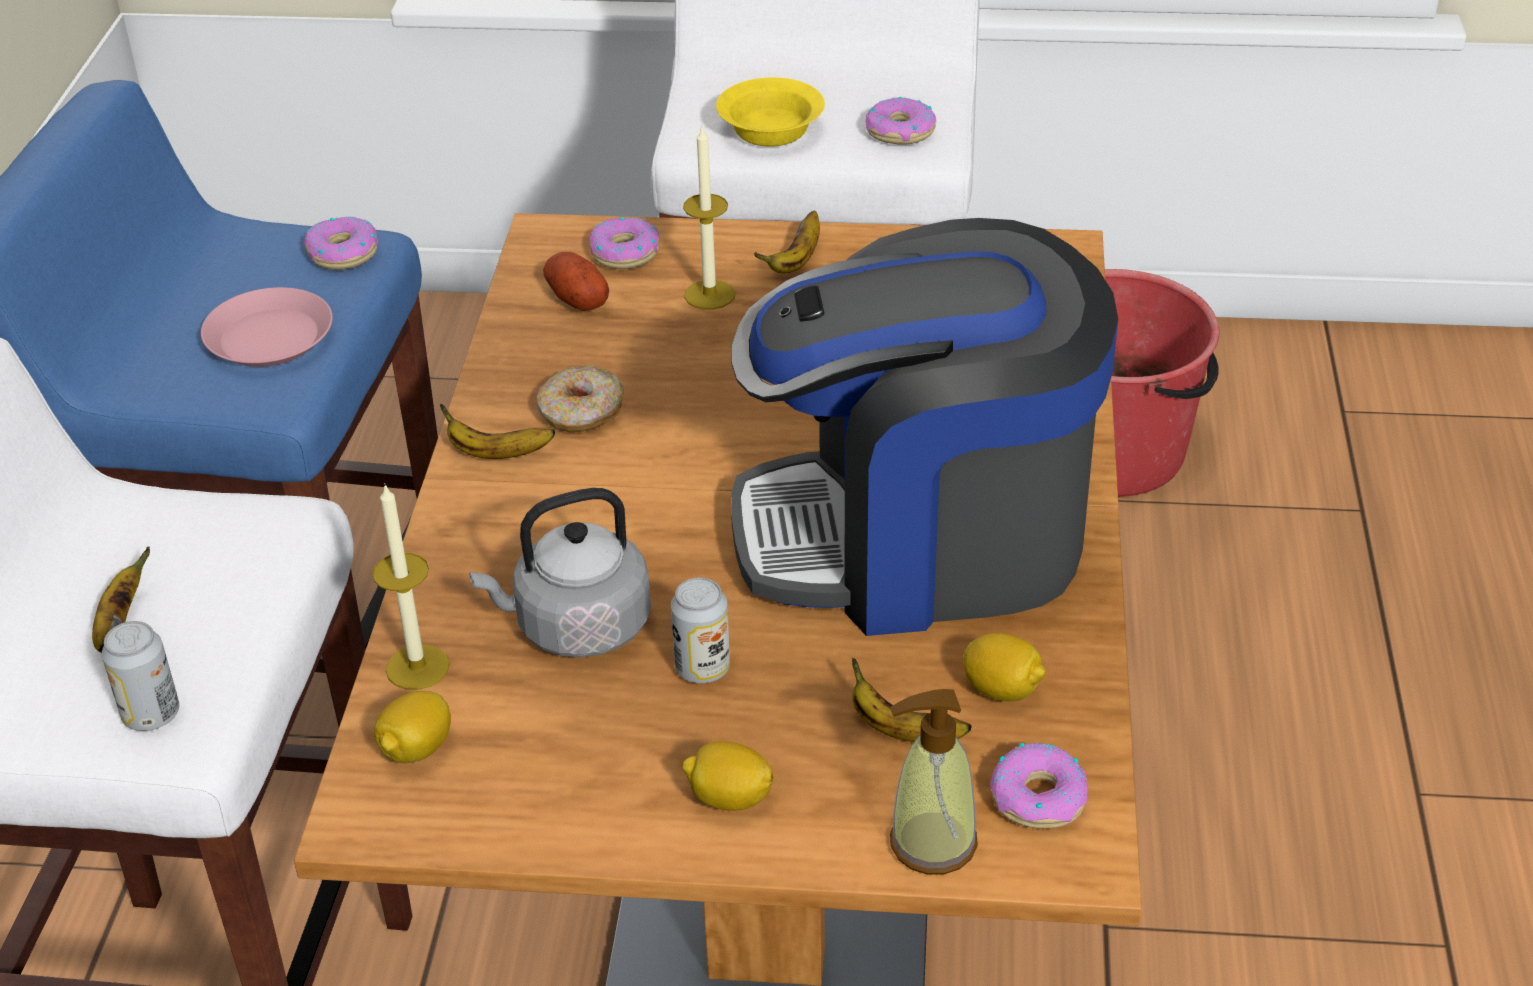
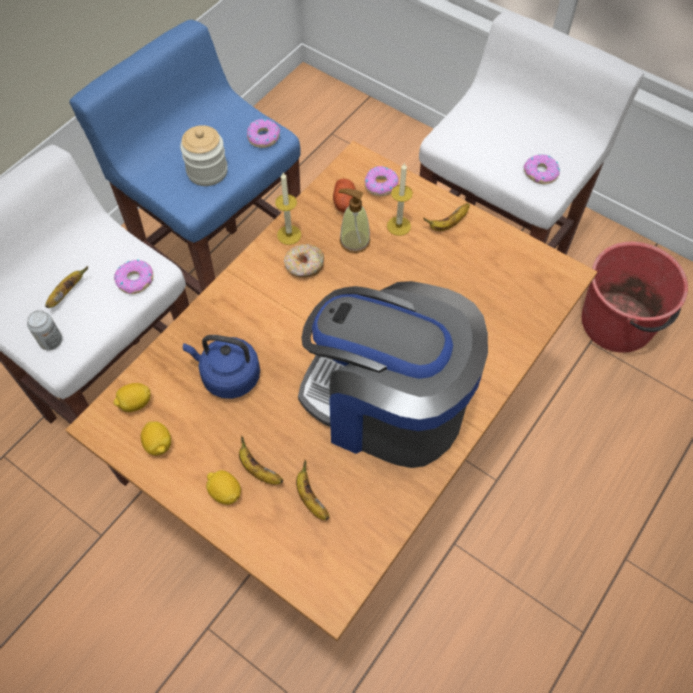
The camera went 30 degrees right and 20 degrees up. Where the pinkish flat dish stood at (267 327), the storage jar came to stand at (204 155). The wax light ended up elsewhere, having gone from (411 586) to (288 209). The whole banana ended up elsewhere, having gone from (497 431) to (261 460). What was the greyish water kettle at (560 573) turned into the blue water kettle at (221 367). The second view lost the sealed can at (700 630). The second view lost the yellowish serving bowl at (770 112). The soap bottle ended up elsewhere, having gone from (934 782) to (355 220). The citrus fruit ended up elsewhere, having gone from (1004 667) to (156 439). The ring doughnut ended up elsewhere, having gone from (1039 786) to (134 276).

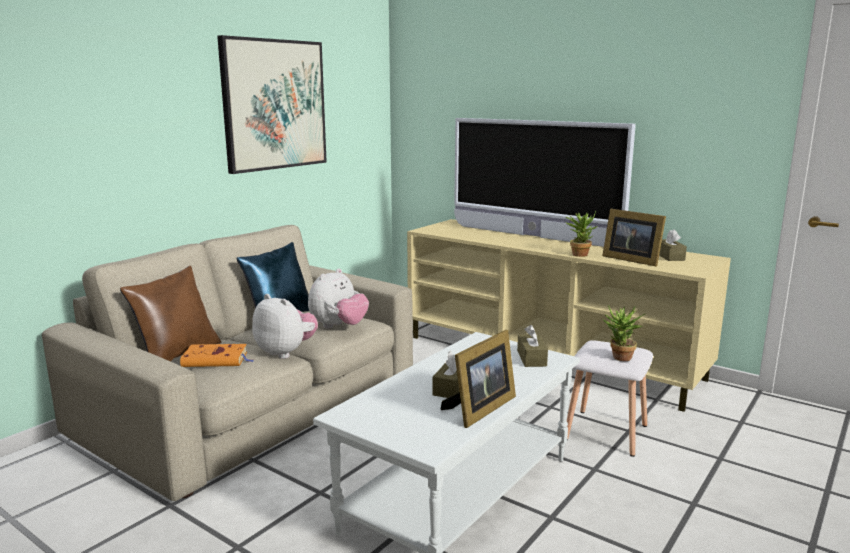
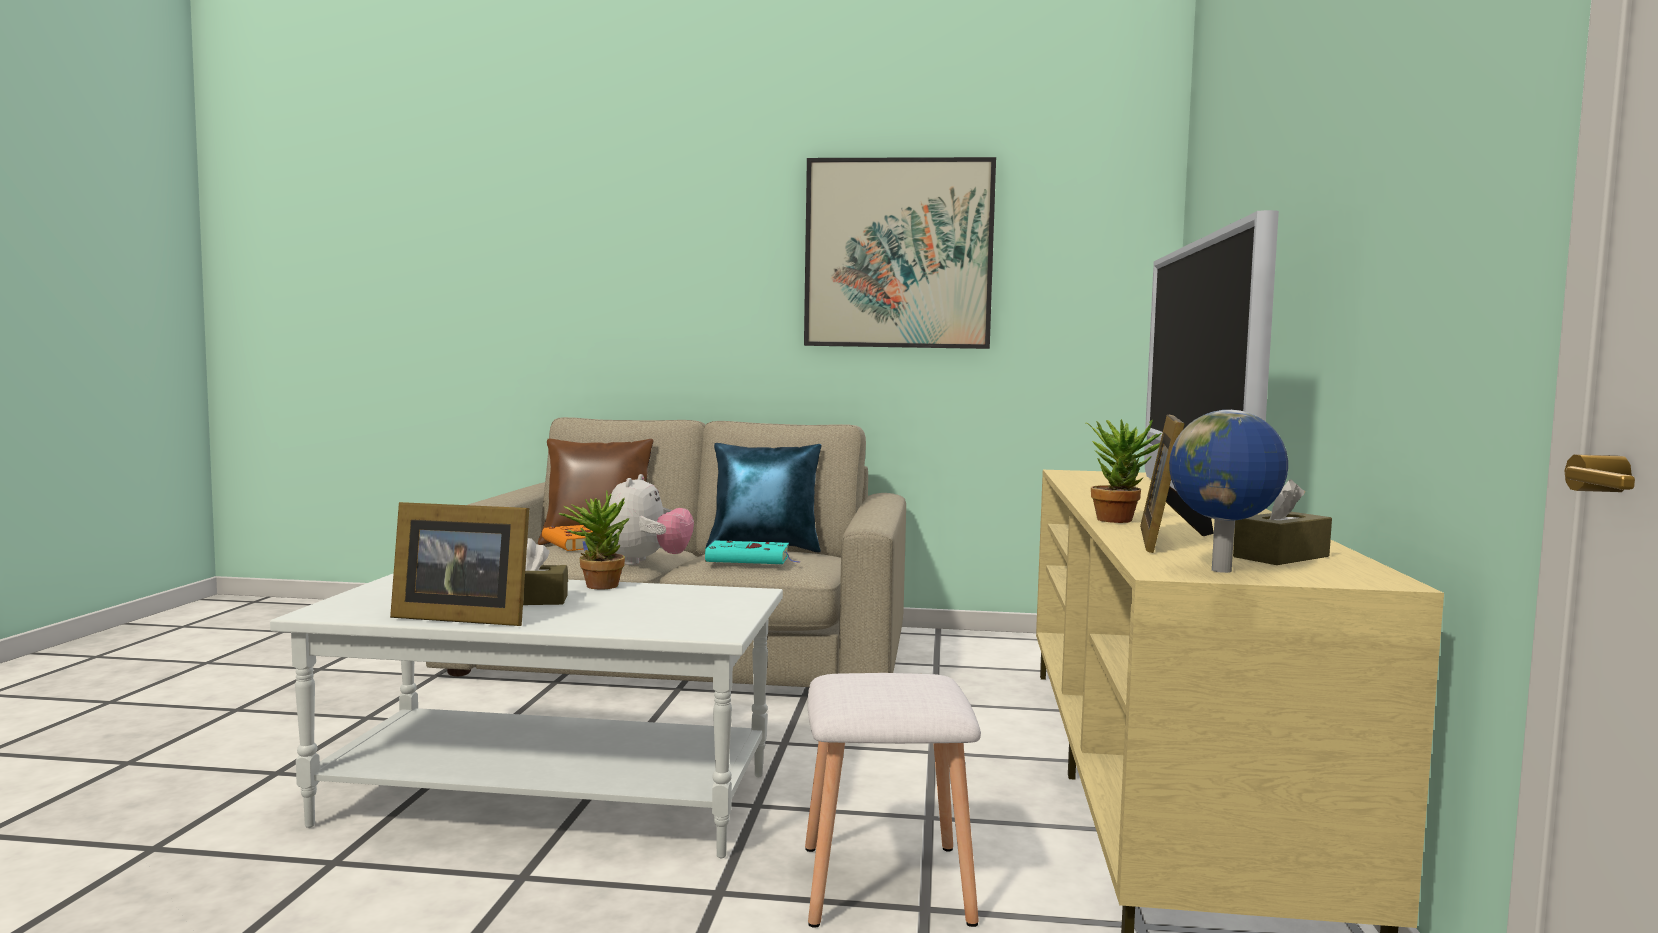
The camera went 60 degrees right and 10 degrees down. Where the cuddly toy stood at (338 298), the turquoise-coloured volume came to stand at (753 552). The second view lost the brown box of tissues at (532 346). The plant in a pot ended up elsewhere, having gone from (623 333) to (594 540). The second view gained the desk globe at (1228 491).

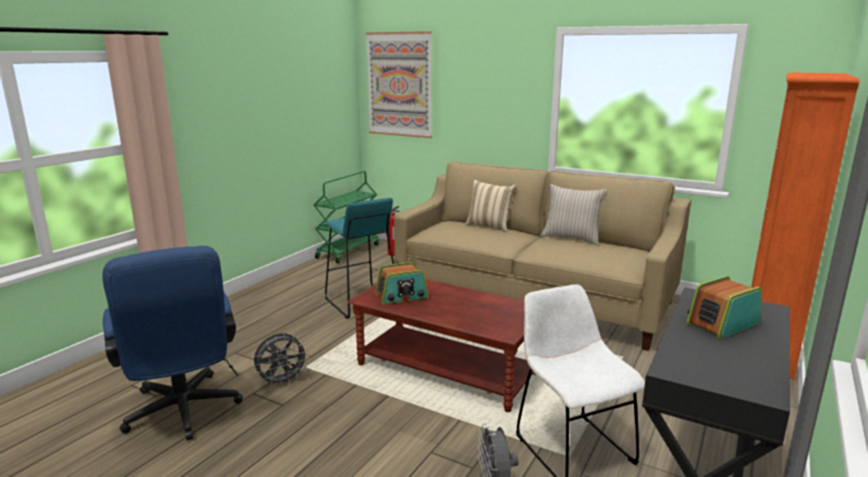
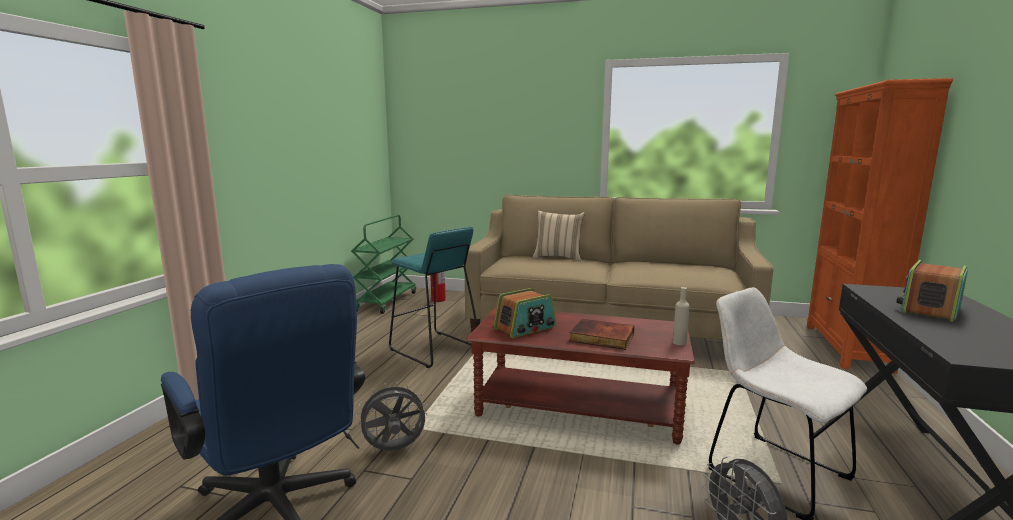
The camera went 15 degrees left and 5 degrees down. The greyish cooling fan at (281 360) ended up facing another way, 150 degrees counterclockwise from before. The second view lost the wall picture at (399 84). The second view lost the sand-coloured pillow at (574 214). The second view gained the volume at (601 334). The second view gained the sand-coloured beverage bottle at (681 316).

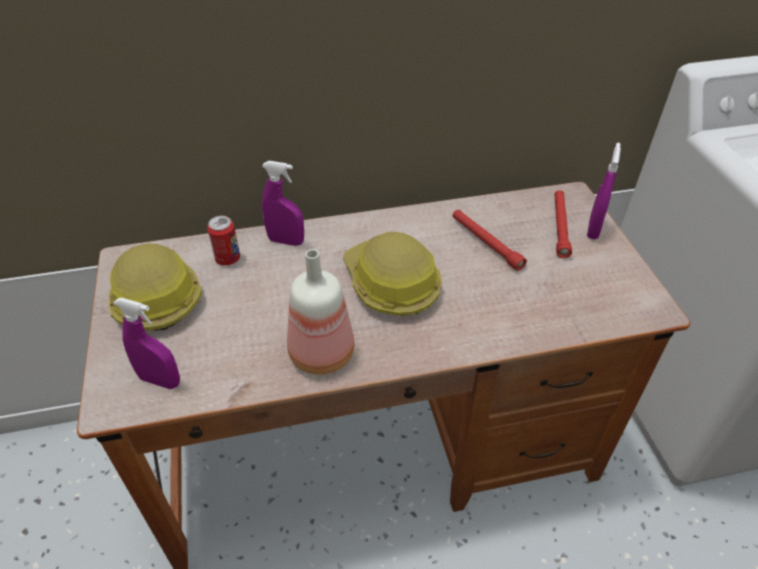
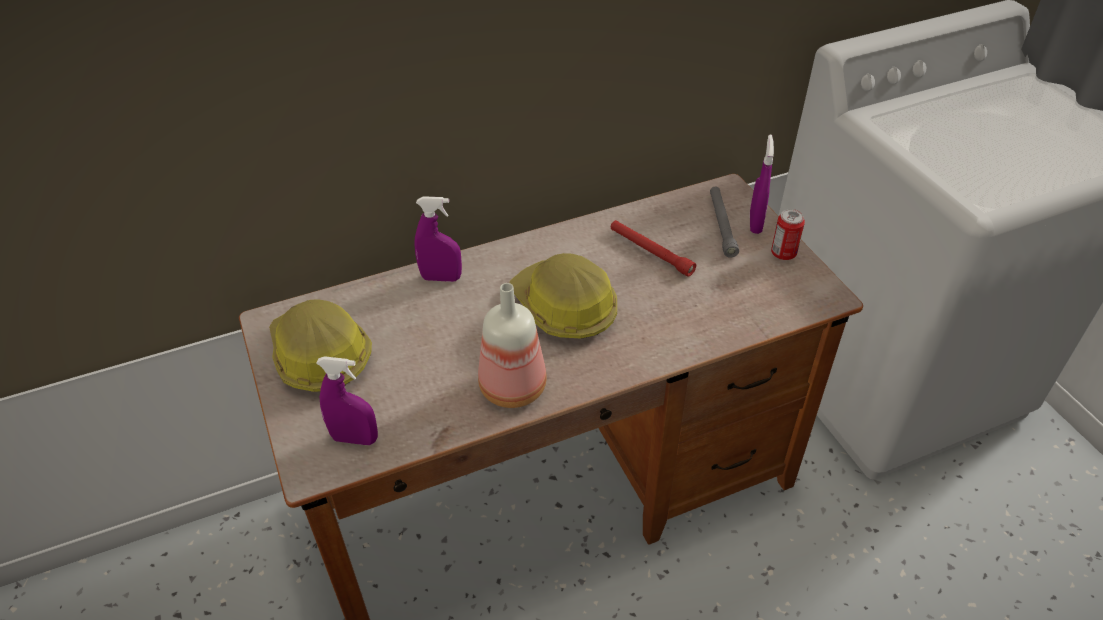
The camera went 10 degrees left and 0 degrees up. The sealed can ended up elsewhere, having gone from (223 240) to (788 234). What was the red hand torch at (563 224) turned into the greyish hand torch at (724 222).

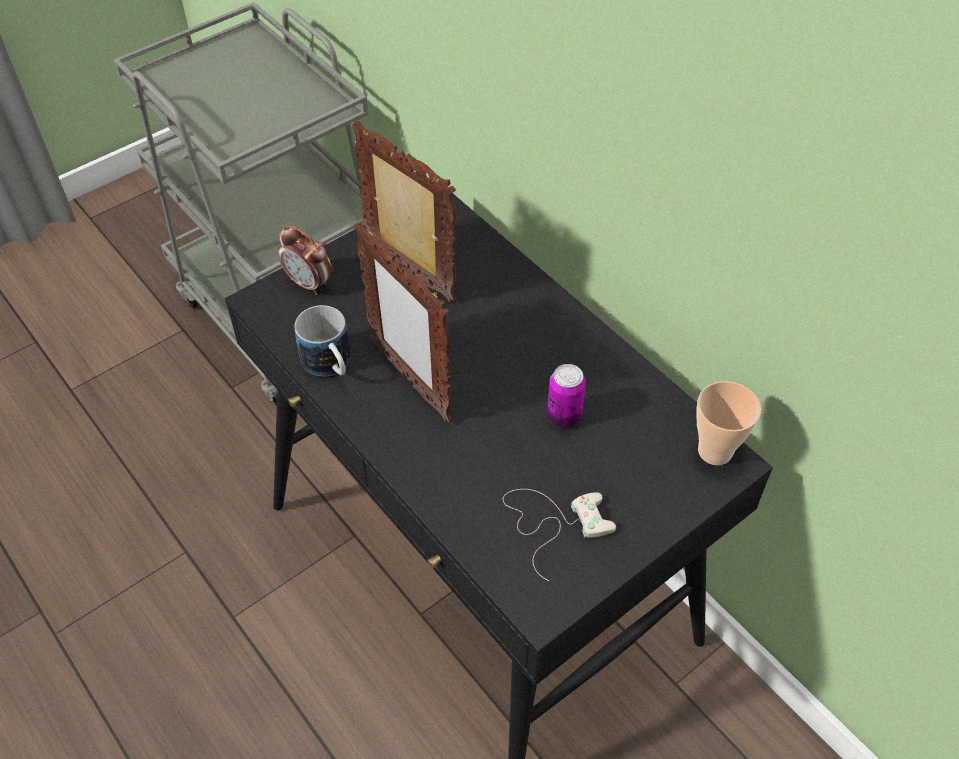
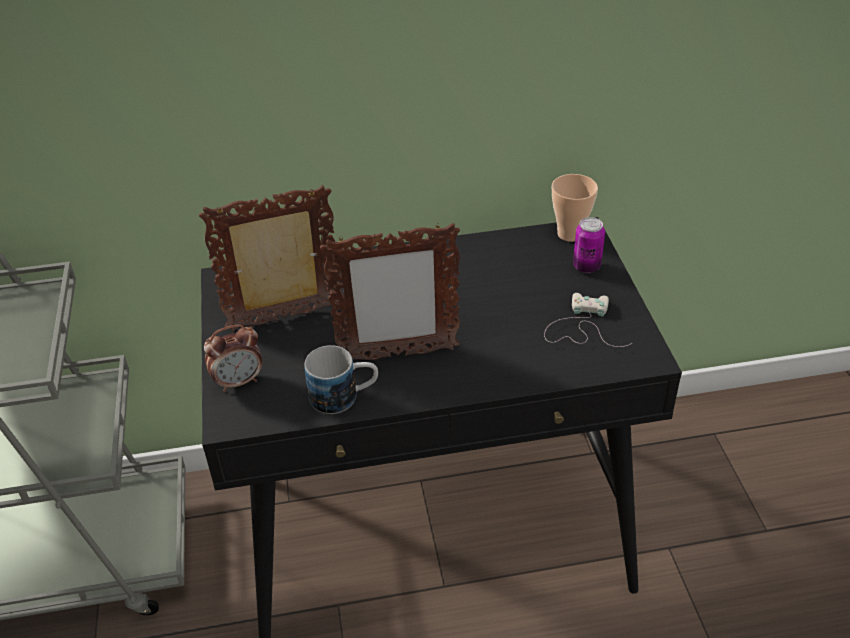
The camera went 60 degrees left and 10 degrees down. The sealed can ended up elsewhere, having gone from (566 396) to (589 245).

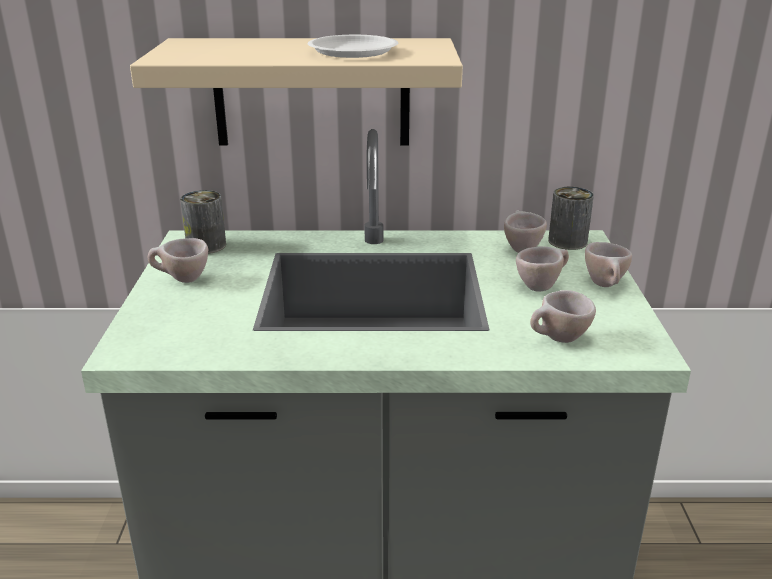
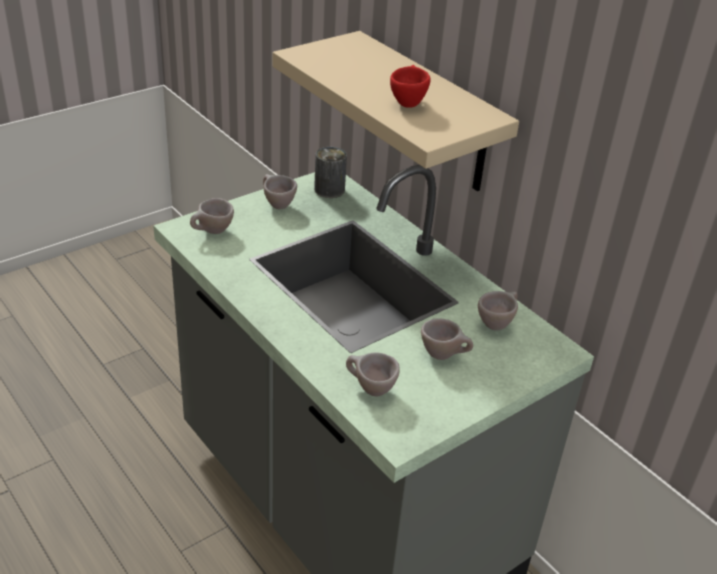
The camera went 50 degrees right and 10 degrees up. Where the white-coloured flat dish stood at (352 46), the red small cup came to stand at (410 86). The second view lost the sealed can at (571 218). The sand-coloured small cup ended up elsewhere, having gone from (608 264) to (212 216).

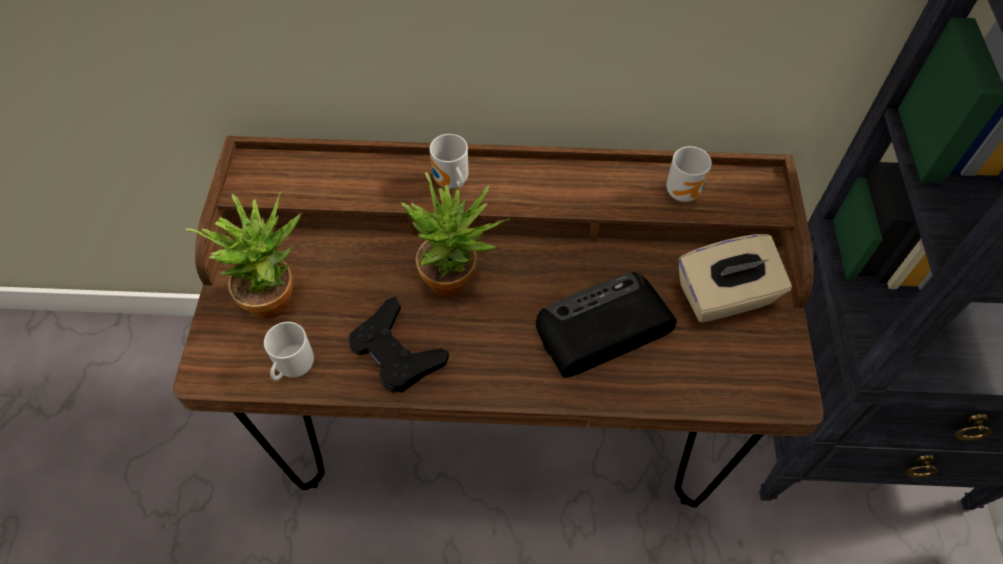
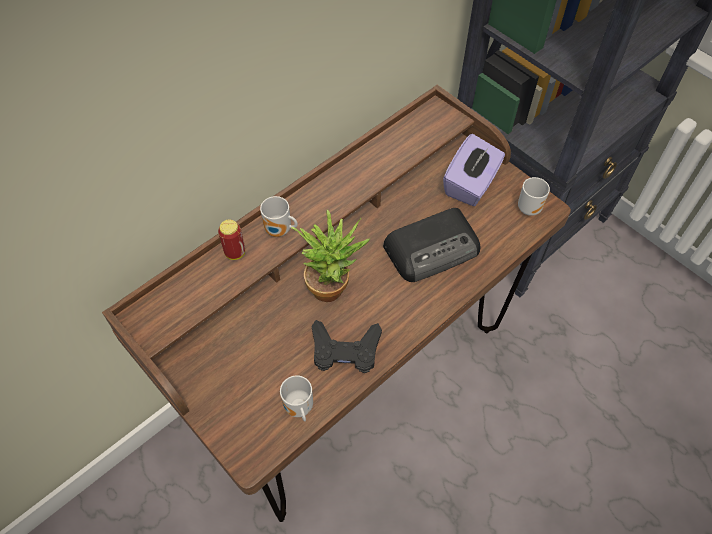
The camera went 45 degrees left and 0 degrees up. The second view lost the plant in a pot at (243 255). The radio set at (606 325) ended up facing another way, 135 degrees counterclockwise from before. The mug ended up elsewhere, having gone from (689 174) to (534 196). What was the sand-coloured box of tissues at (735 278) turned into the purple box of tissues at (474 170). The second view gained the sealed can at (231 240).

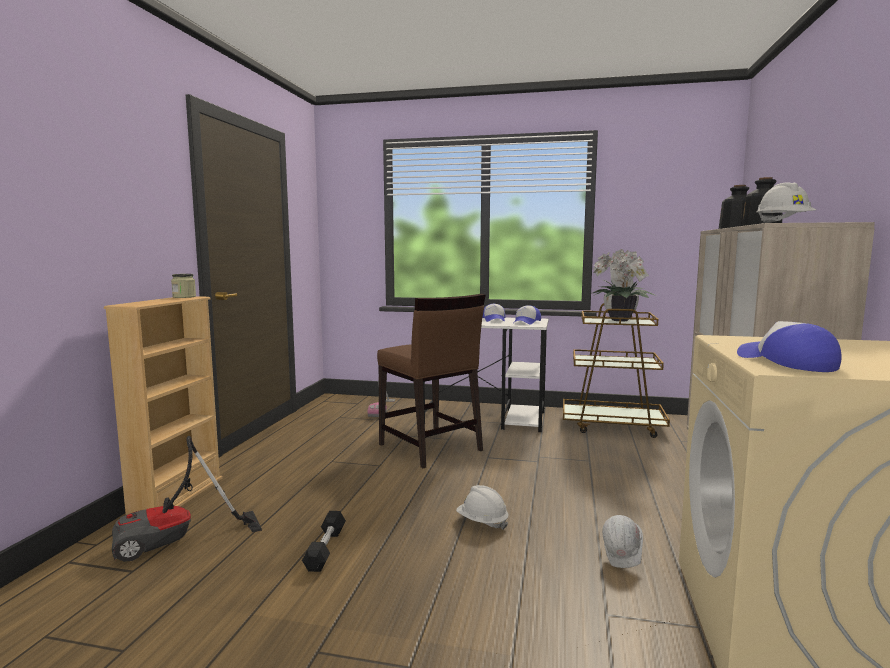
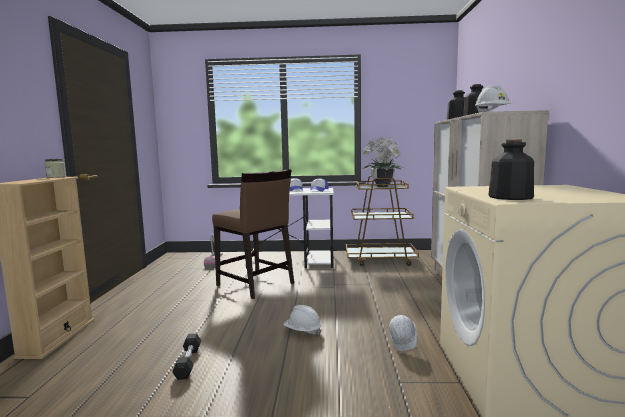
The camera went 10 degrees left and 0 degrees up. The second view lost the hoover at (187 499). Where the baseball cap stood at (789 346), the beverage bottle came to stand at (511 169).

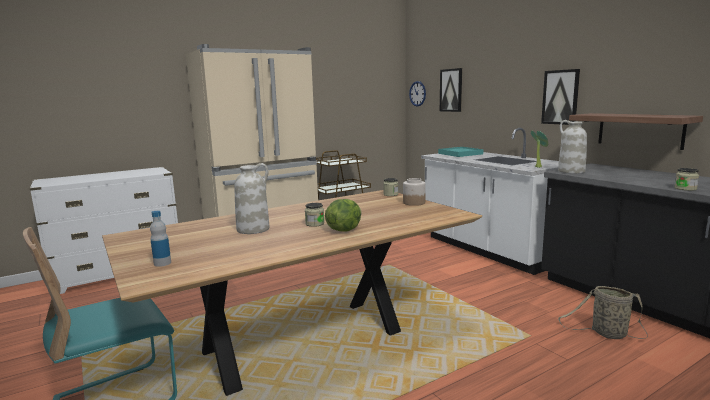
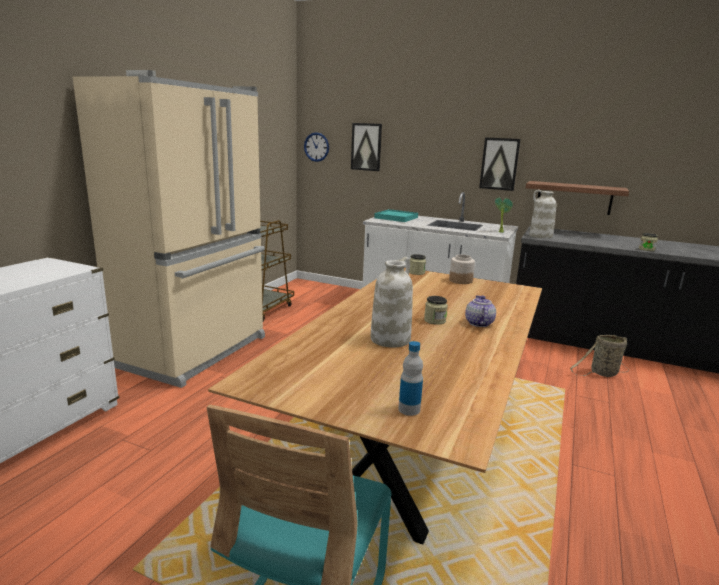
The camera went 35 degrees left and 5 degrees up. Where the lettuce head stood at (343 215), the tea pot came to stand at (480 311).

